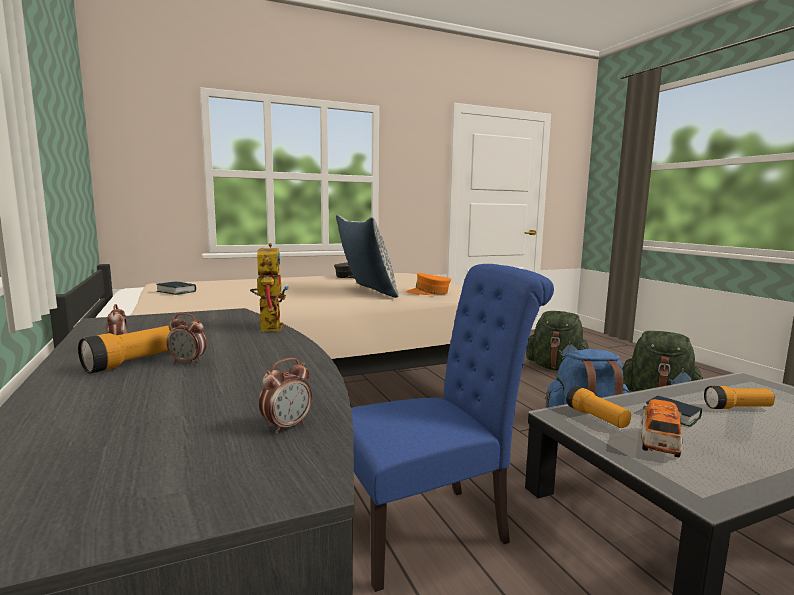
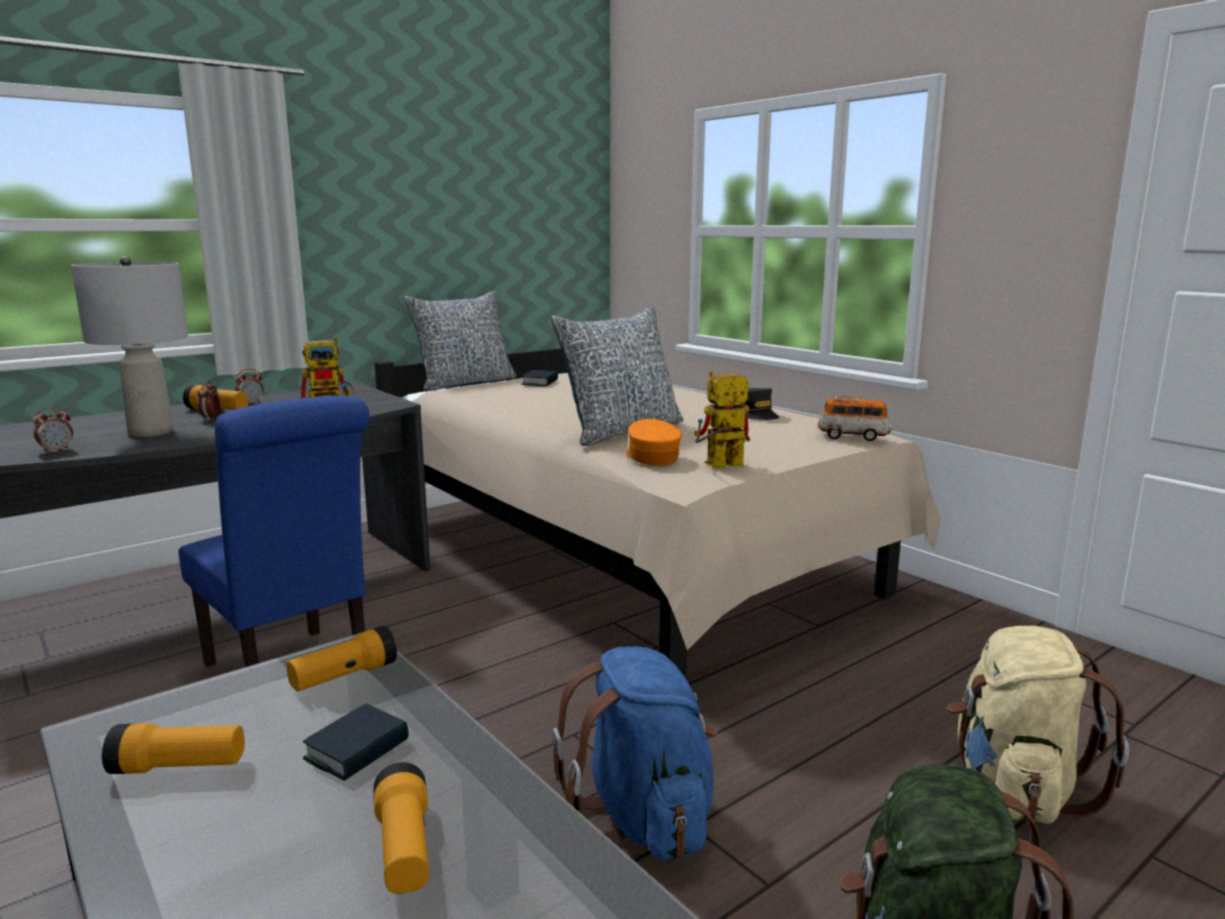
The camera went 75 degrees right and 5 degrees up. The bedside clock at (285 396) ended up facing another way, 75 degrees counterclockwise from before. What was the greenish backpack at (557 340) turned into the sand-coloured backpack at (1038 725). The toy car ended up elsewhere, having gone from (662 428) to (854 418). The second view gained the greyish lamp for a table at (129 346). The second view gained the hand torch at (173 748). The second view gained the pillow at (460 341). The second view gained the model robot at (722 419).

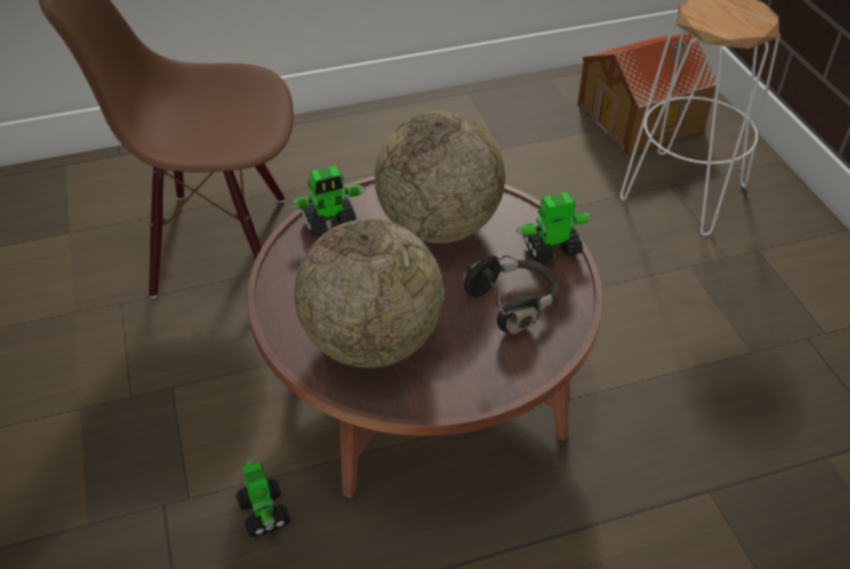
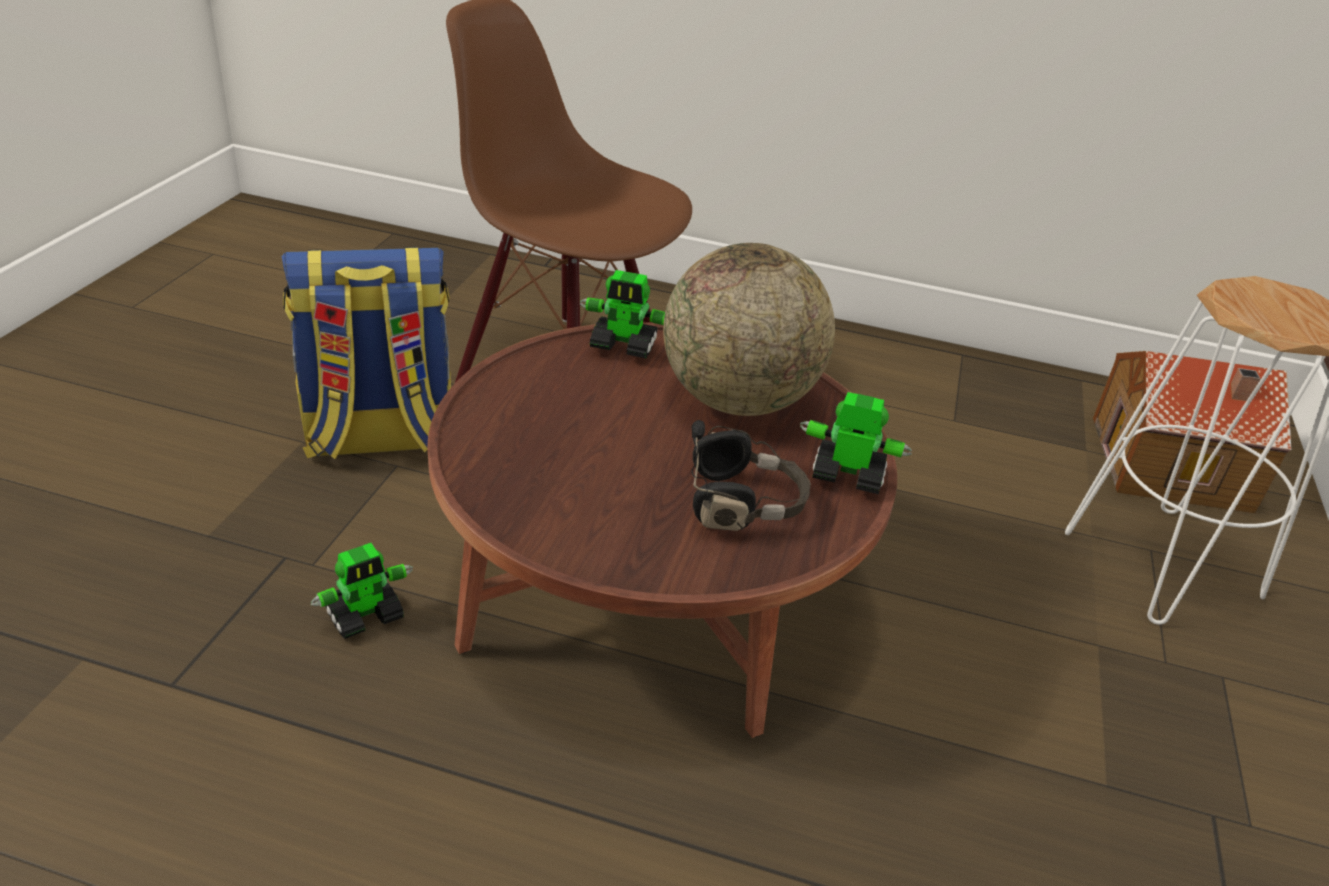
The camera went 30 degrees right and 10 degrees down. The model robot at (263 498) ended up facing another way, 45 degrees clockwise from before. The second view lost the desk globe at (368 293). The second view gained the backpack at (366 353).

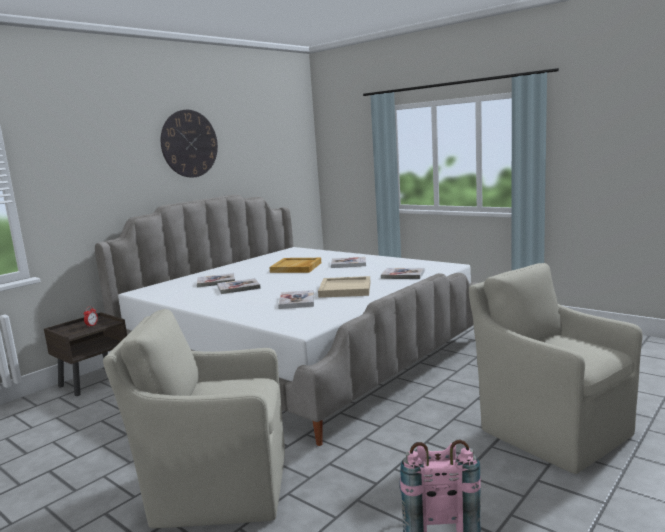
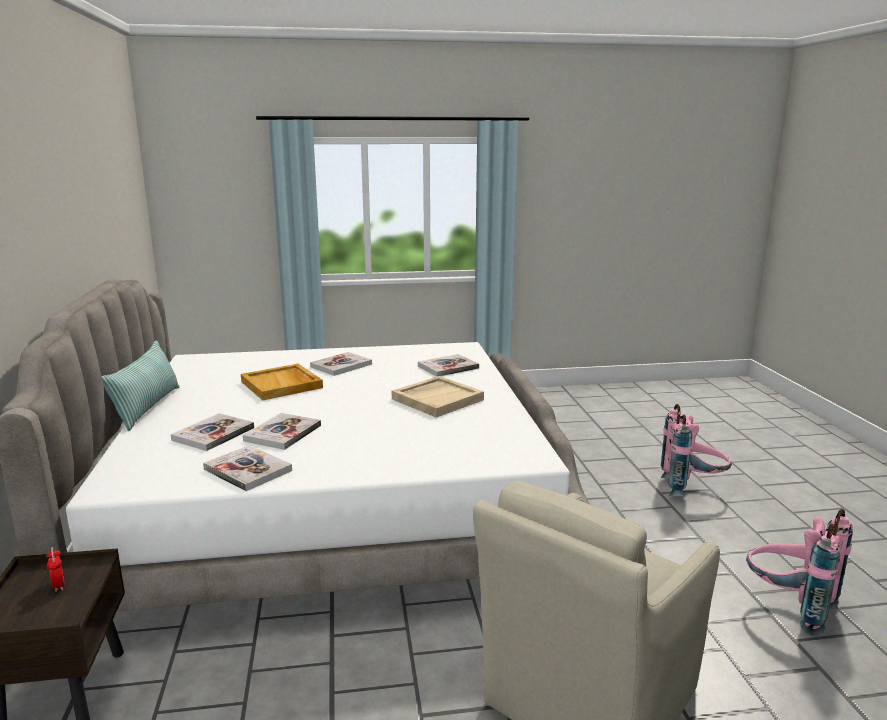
The camera went 50 degrees left and 5 degrees up. The second view lost the clock on the wall at (189 143). The volume ended up elsewhere, having gone from (296 299) to (247 468). Where the sand-coloured lounge chair stood at (556 368), the pinkish backpack came to stand at (696 450). The second view gained the pillow at (141 386).

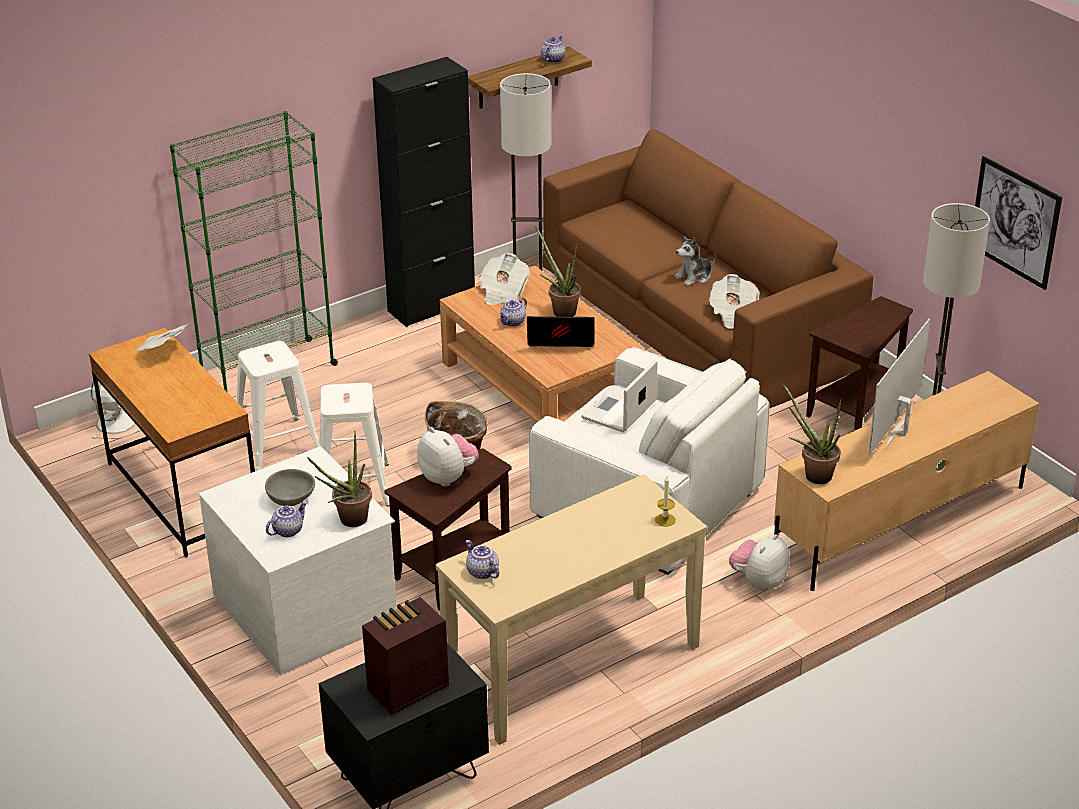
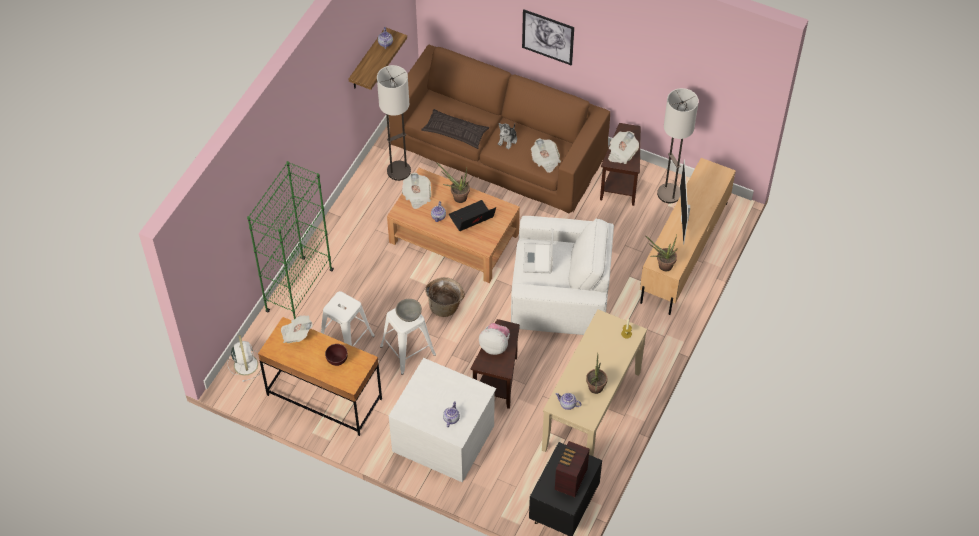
The camera went 30 degrees left and 20 degrees up. The greyish serving bowl ended up elsewhere, having gone from (290 487) to (409 310). The plant in a pot ended up elsewhere, having gone from (339 479) to (596 374). The second view lost the black-coloured cupboard at (423 192). The second view lost the cuddly toy at (759 562). The wall picture ended up elsewhere, having gone from (1018 223) to (548 37). The second view gained the brown serving bowl at (336 355). The second view gained the pillow at (455 129). The second view gained the printed paper at (623 147).

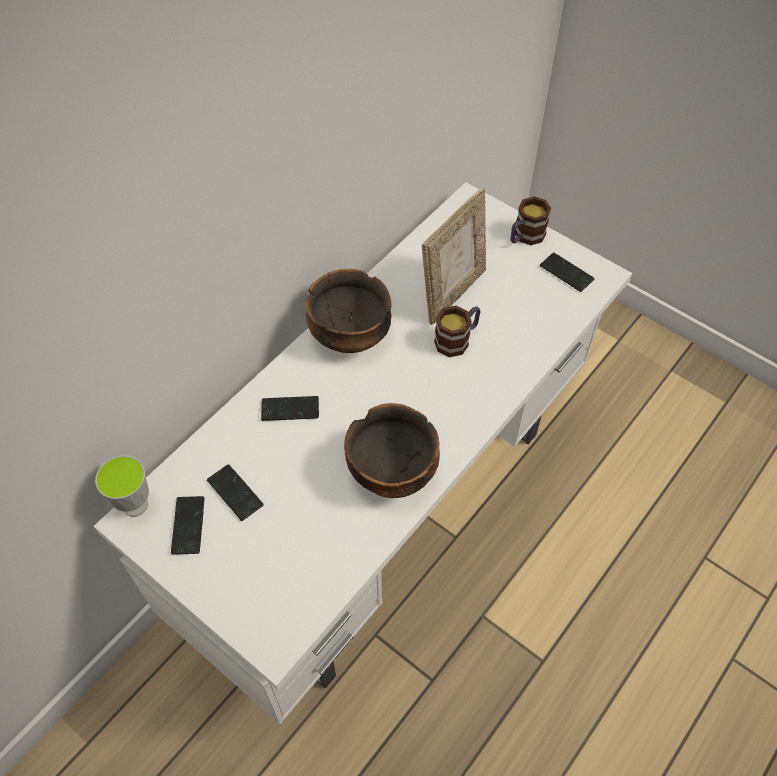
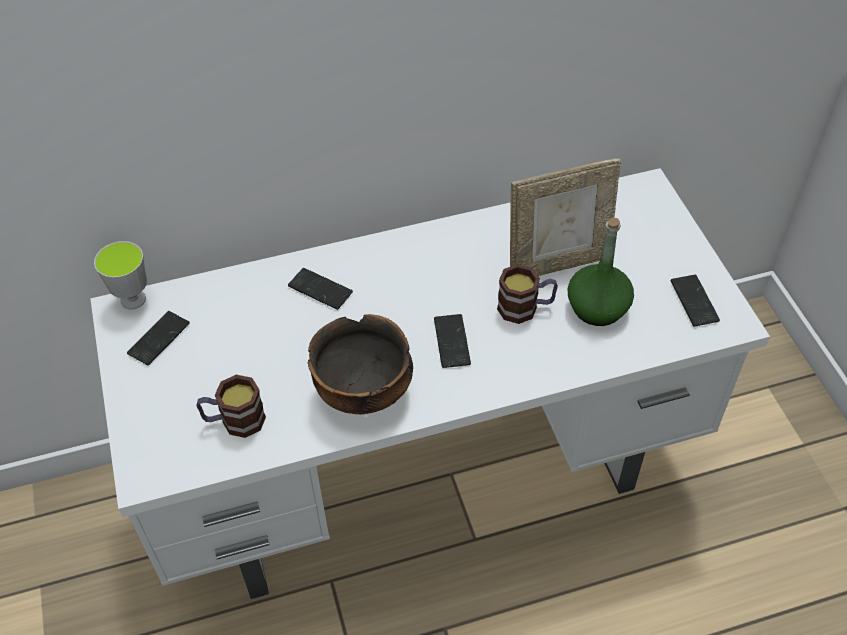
The camera went 35 degrees right and 5 degrees down. The phone ended up elsewhere, having gone from (235 492) to (452 341). The second view lost the serving bowl at (348 311). The mug ended up elsewhere, having gone from (530 220) to (231 406). The second view gained the greenish beverage bottle at (601 272).

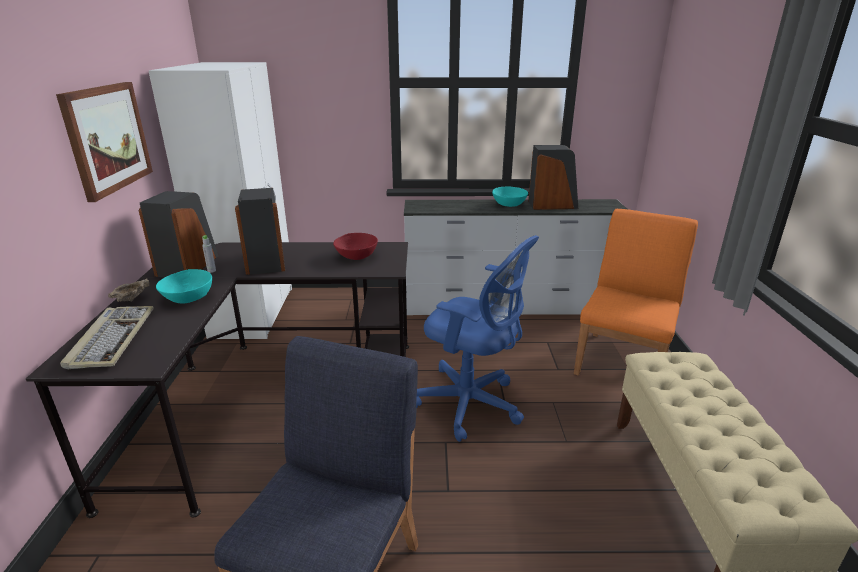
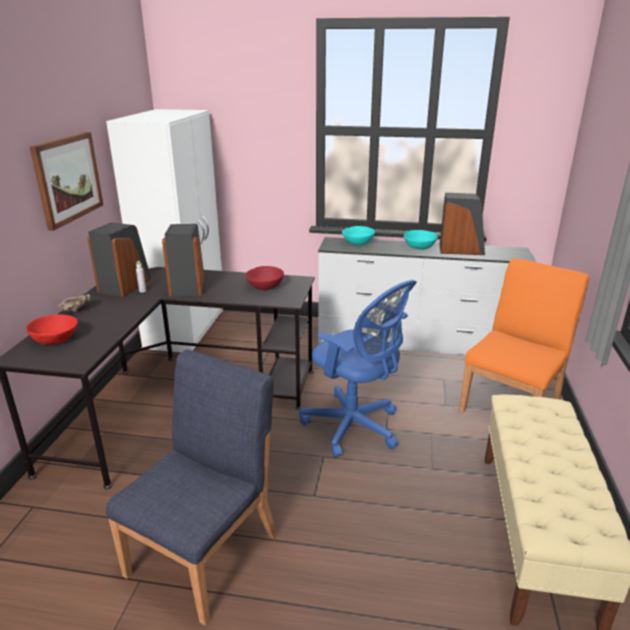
The camera went 10 degrees right and 0 degrees up. Where the keyboard stood at (107 337), the red serving bowl came to stand at (52 330). The turquoise-coloured serving bowl ended up elsewhere, having gone from (184 286) to (358 235).

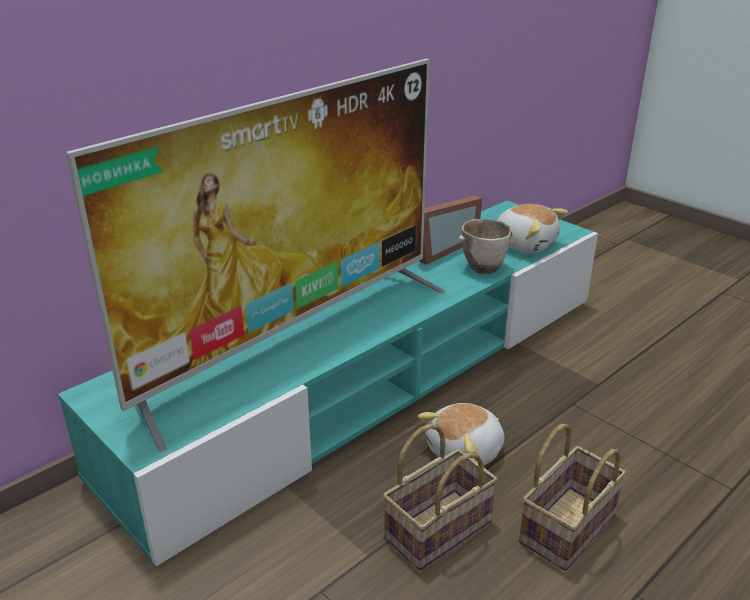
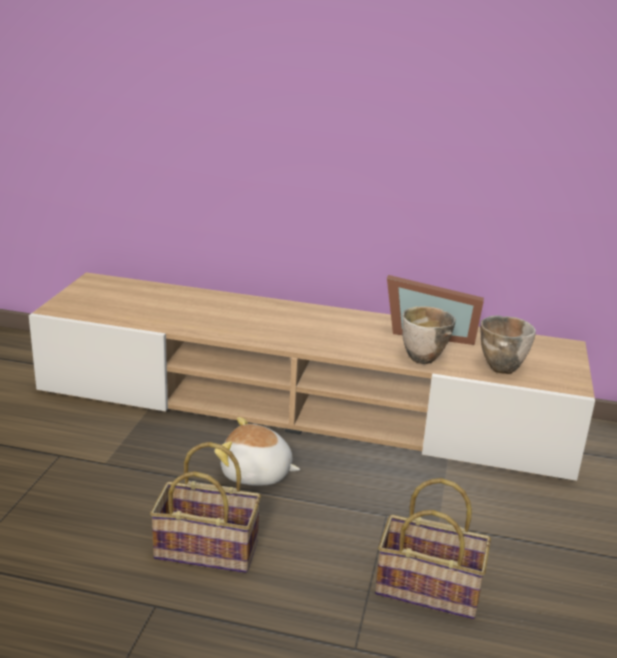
The camera went 55 degrees right and 5 degrees down. What was the turquoise-coloured media console at (328 383) turned into the sand-coloured media console at (312 376). The second view lost the television at (255 255). The household basket ended up elsewhere, having gone from (440 497) to (433 548). Where the cuddly toy stood at (532 228), the serving bowl came to stand at (508 344).

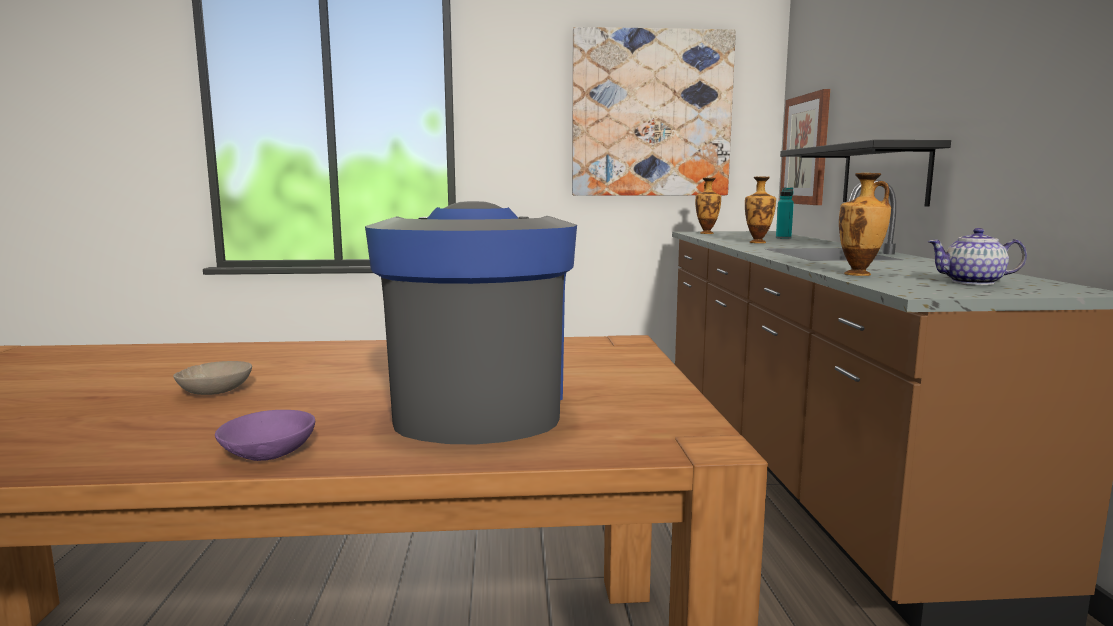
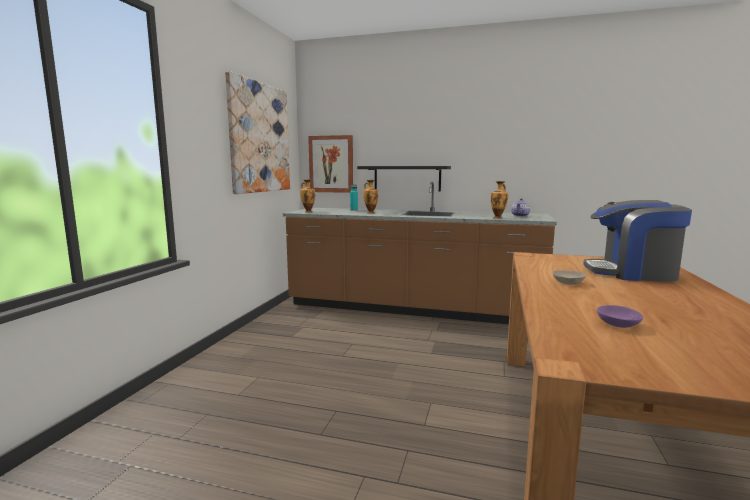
The camera went 70 degrees left and 0 degrees up. The sand-coloured serving bowl ended up elsewhere, having gone from (212 378) to (569 277). The purple serving bowl ended up elsewhere, having gone from (265 435) to (620 316).

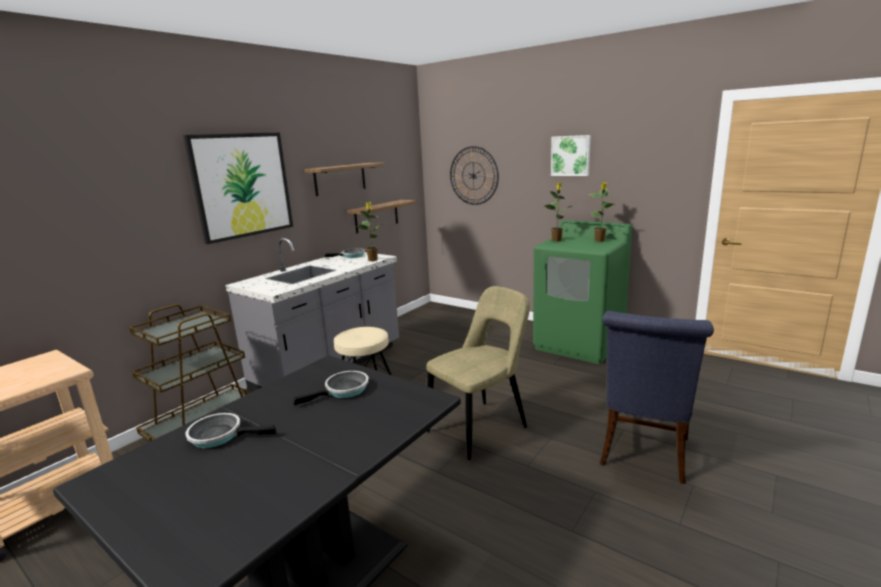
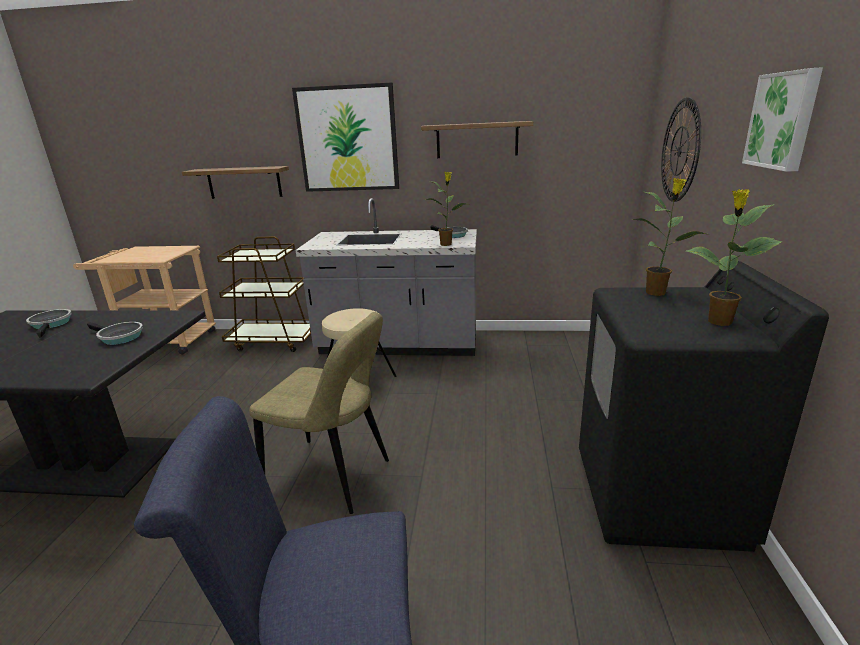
The camera went 60 degrees right and 5 degrees up. The wall shelf ended up elsewhere, having gone from (381 216) to (235 182). What was the greenish laundry appliance at (582 292) turned into the black-coloured laundry appliance at (704 406).

